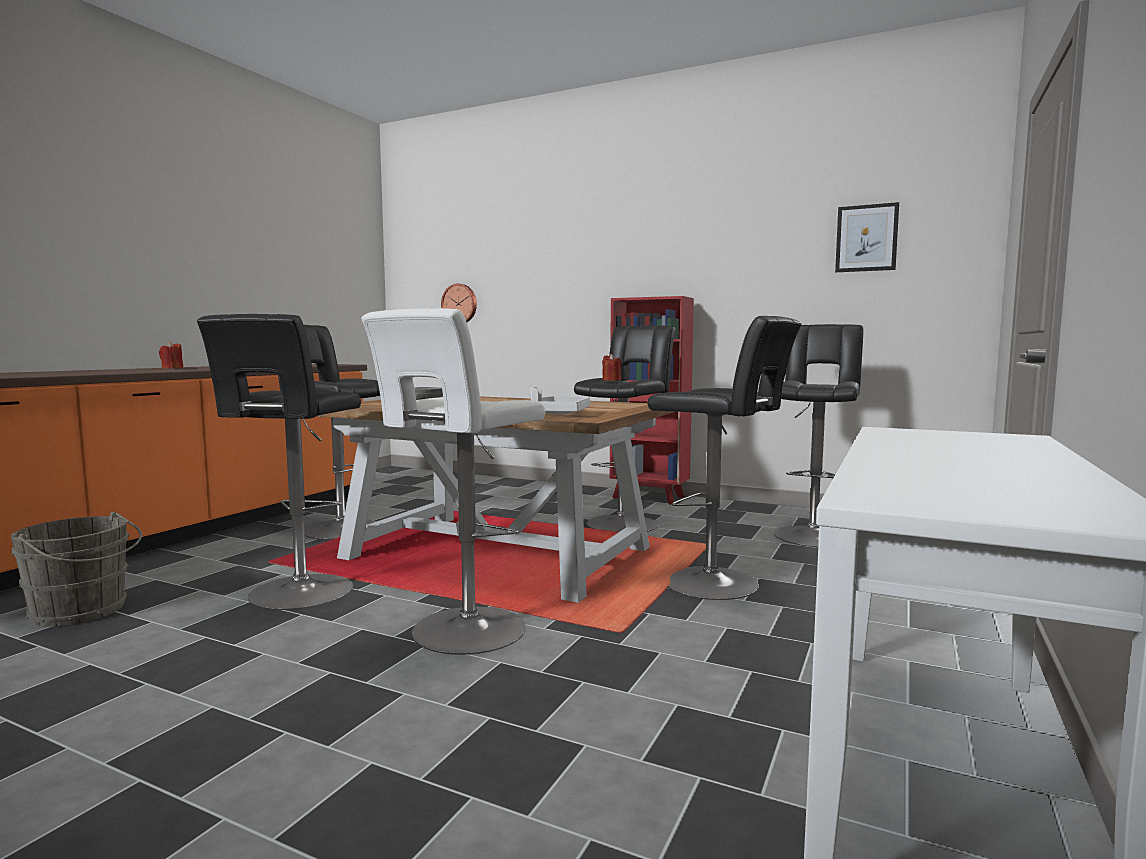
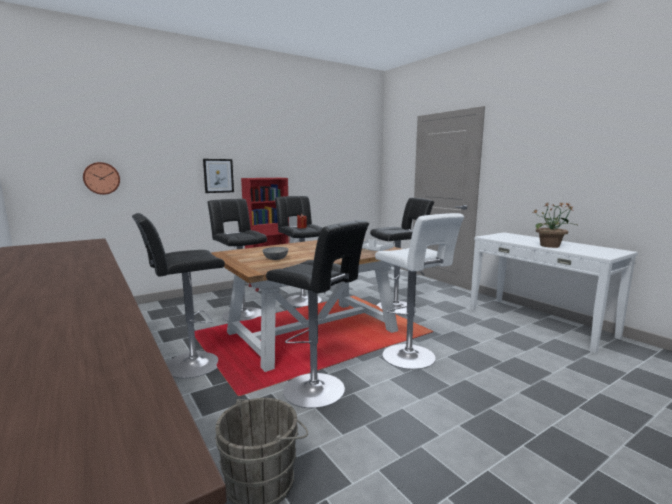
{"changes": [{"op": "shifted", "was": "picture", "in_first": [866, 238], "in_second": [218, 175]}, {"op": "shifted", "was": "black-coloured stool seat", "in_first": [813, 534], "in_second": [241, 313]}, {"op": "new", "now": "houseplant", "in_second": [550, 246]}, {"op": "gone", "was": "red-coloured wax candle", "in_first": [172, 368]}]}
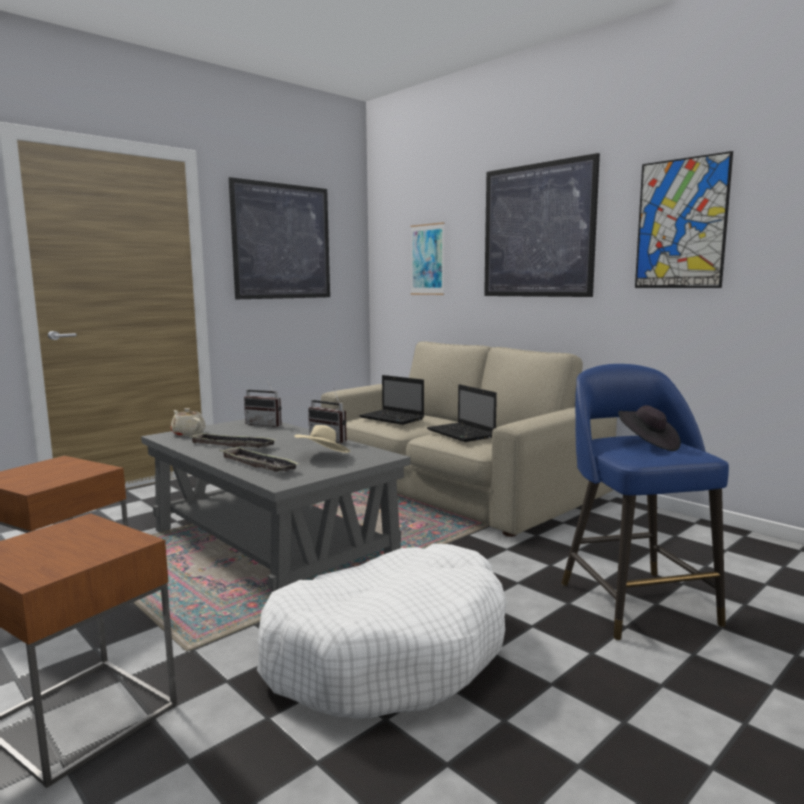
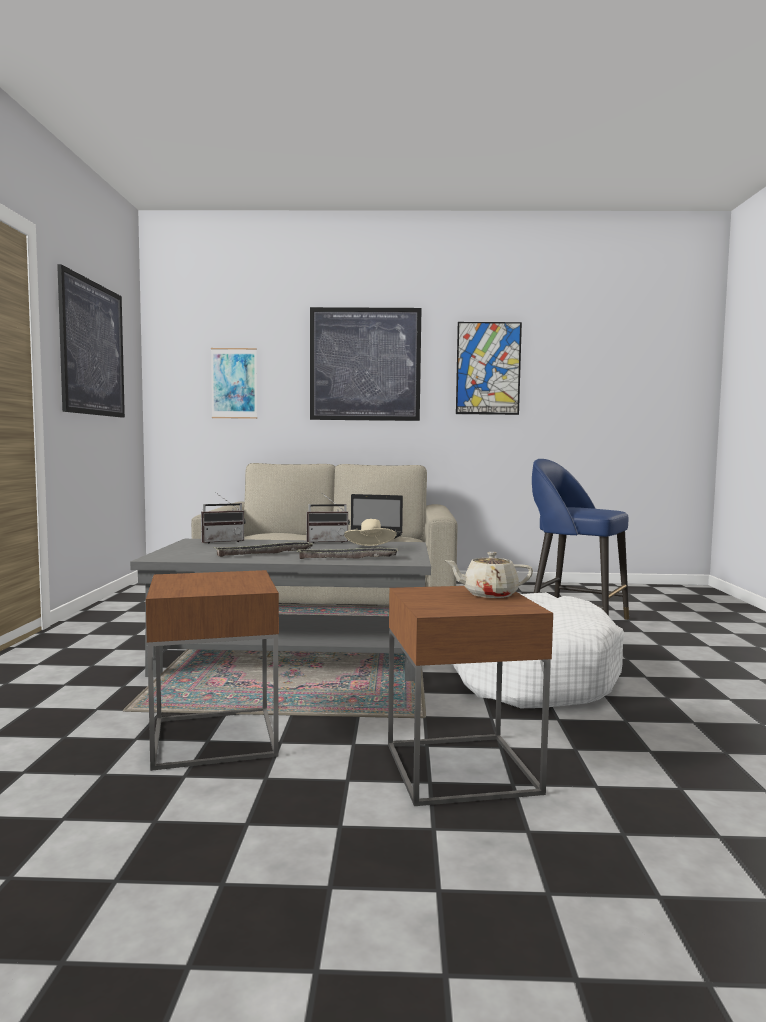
{"changes": [{"op": "shifted", "was": "sand-coloured pot for tea", "in_first": [188, 433], "in_second": [489, 594]}, {"op": "gone", "was": "notebook computer", "in_first": [393, 418]}, {"op": "gone", "was": "black-coloured clothing hat", "in_first": [647, 444]}]}
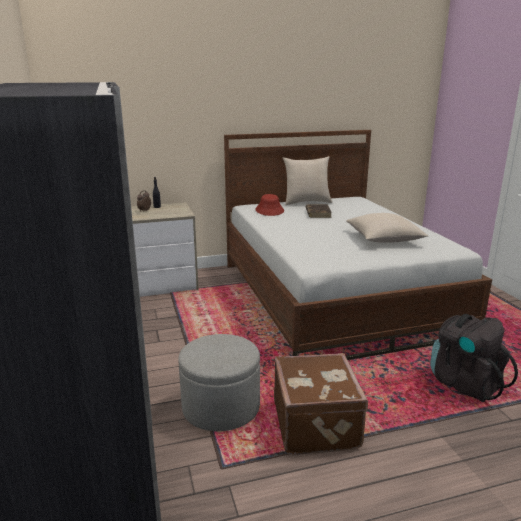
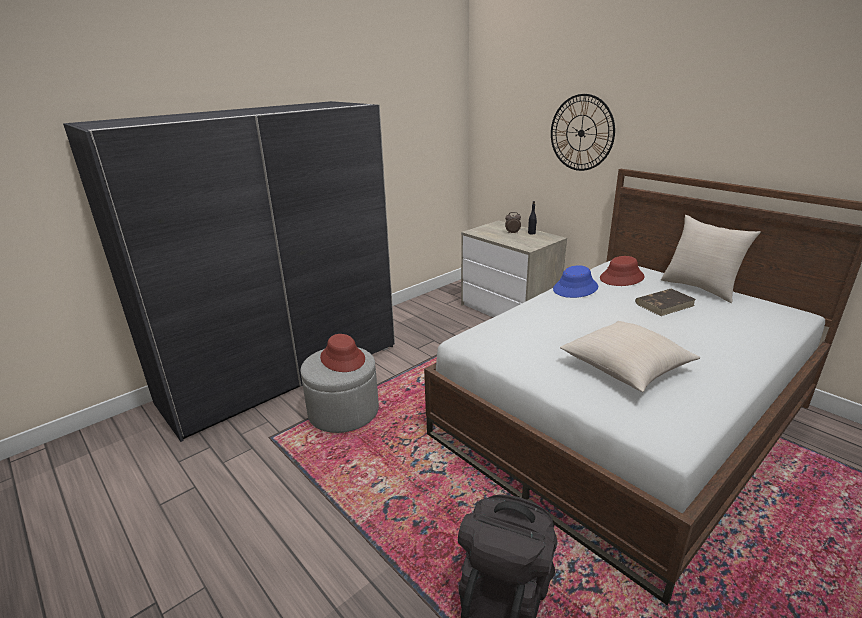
{"changes": [{"op": "new", "now": "red-coloured clothing hat", "in_second": [343, 358]}, {"op": "new", "now": "hanging clock", "in_second": [581, 133]}, {"op": "new", "now": "blue clothing hat", "in_second": [575, 288]}, {"op": "gone", "was": "brown piece of luggage", "in_first": [317, 424]}]}
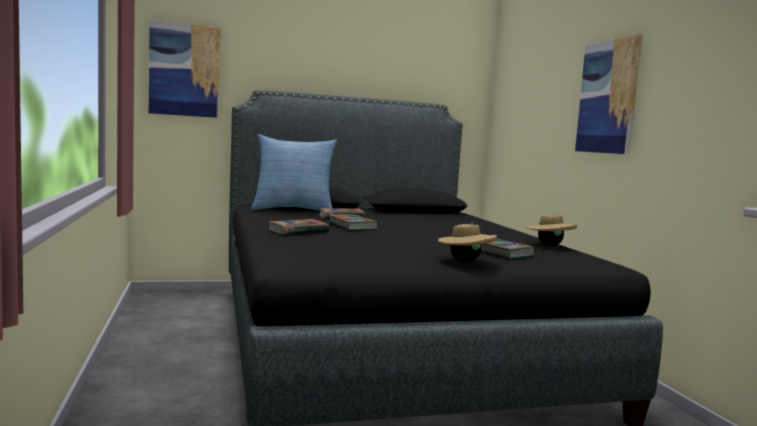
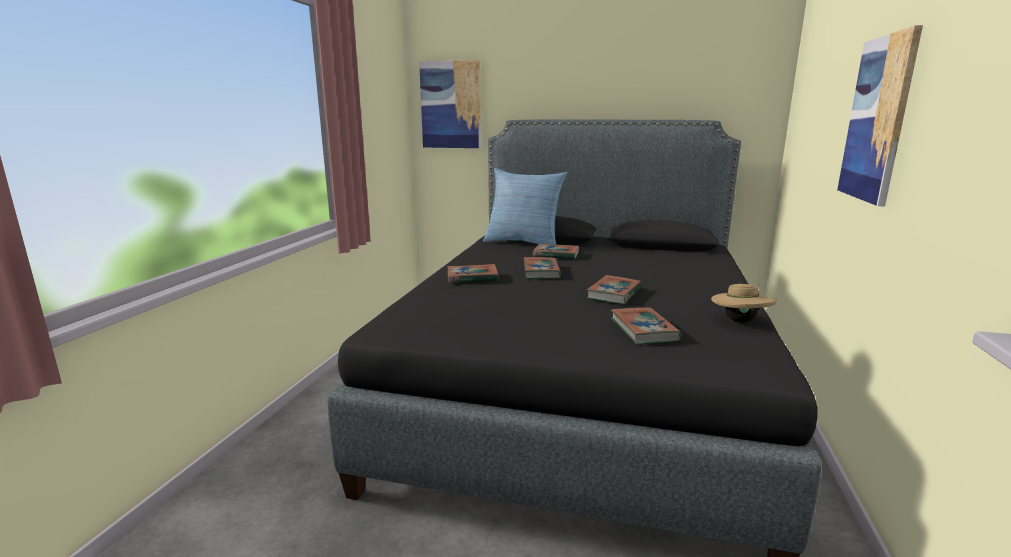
{"changes": [{"op": "new", "now": "volume", "in_second": [614, 293]}, {"op": "gone", "was": "sand-coloured clothing hat", "in_first": [465, 261]}]}
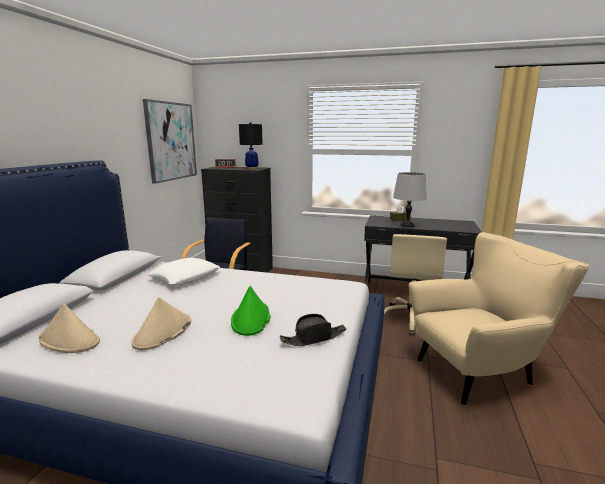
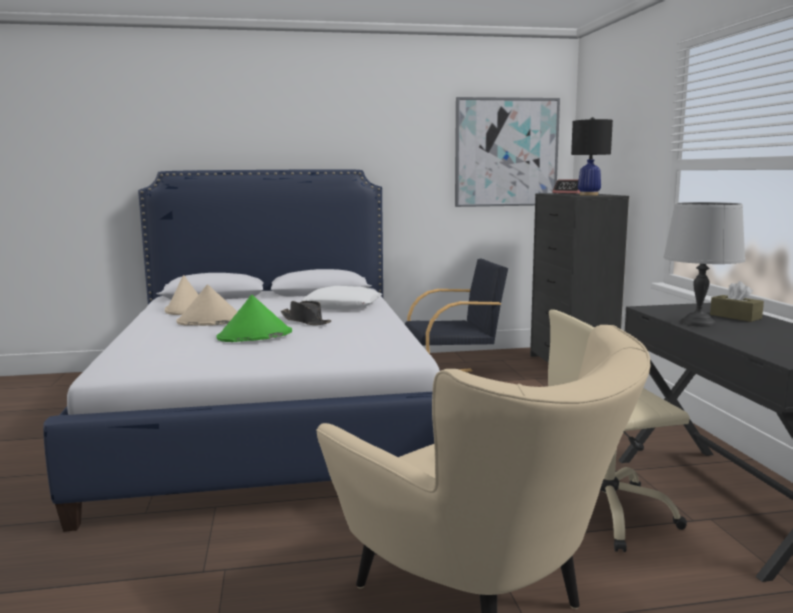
{"changes": [{"op": "shifted", "was": "black-coloured clothing hat", "in_first": [314, 338], "in_second": [305, 321]}]}
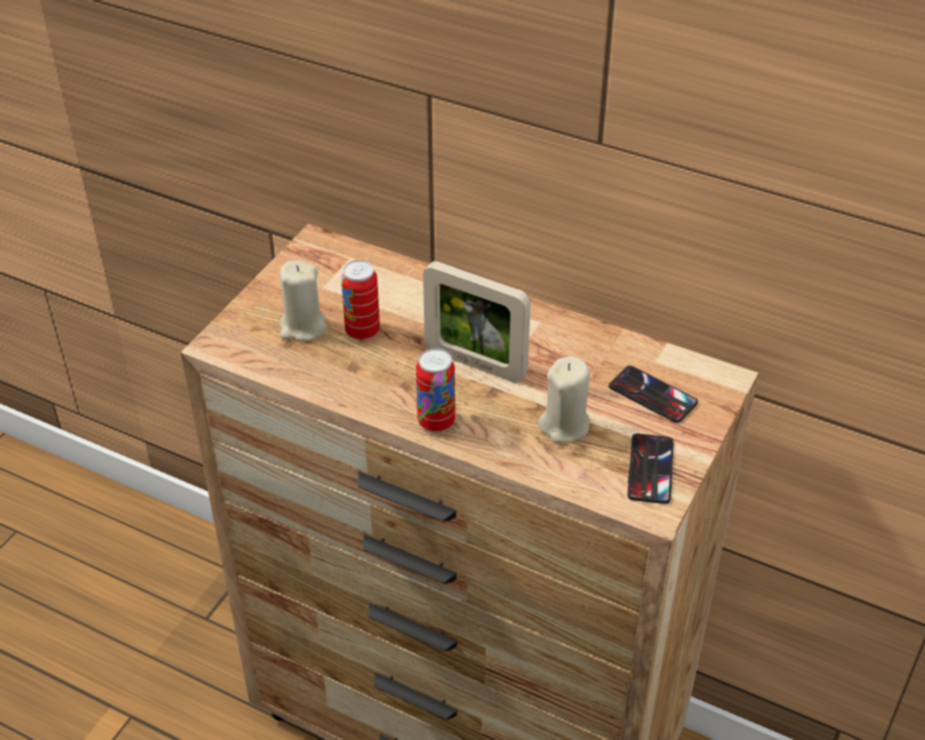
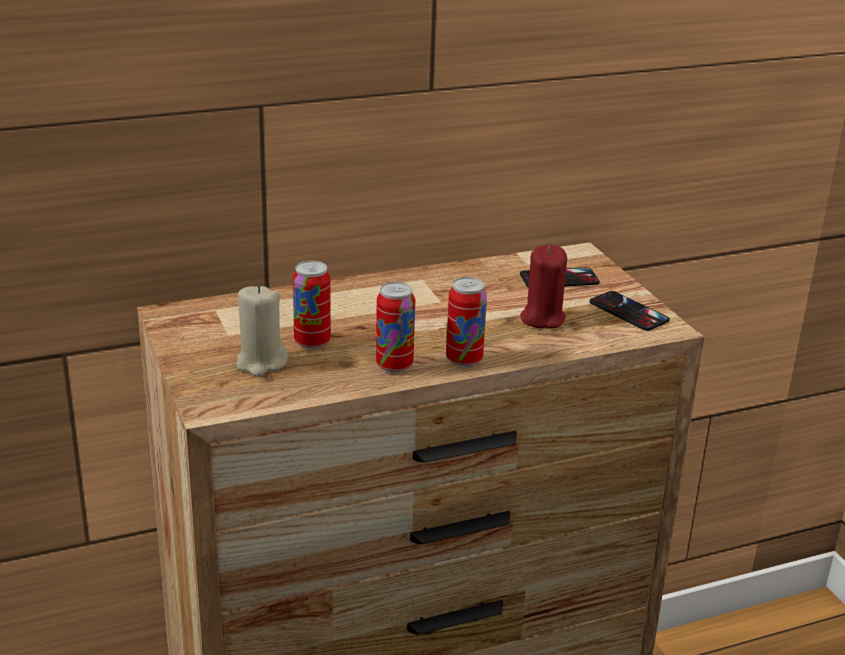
{"changes": [{"op": "new", "now": "can", "in_second": [394, 365]}, {"op": "repainted", "was": "sand-coloured wax candle", "now": "red-coloured wax candle", "in_first": [565, 425], "in_second": [542, 318]}, {"op": "gone", "was": "standing frame", "in_first": [475, 363]}]}
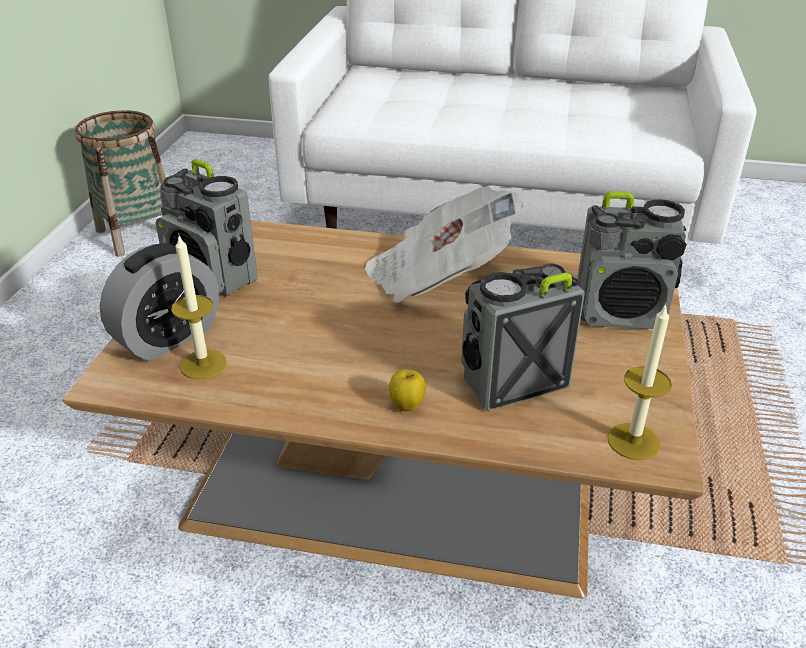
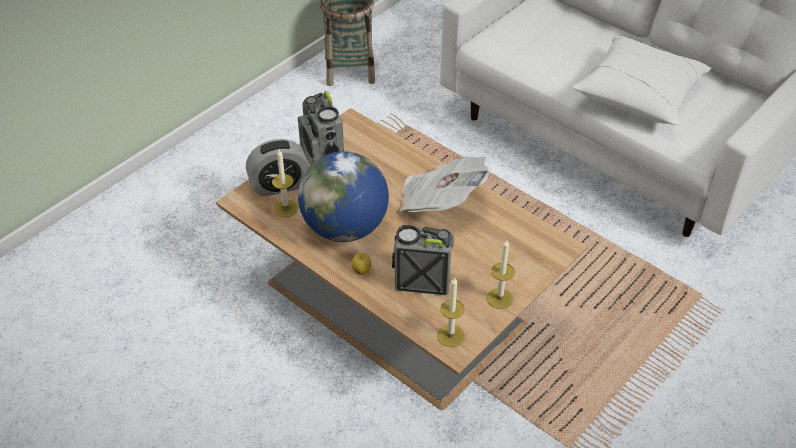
{"changes": [{"op": "new", "now": "globe", "in_second": [345, 227]}, {"op": "new", "now": "wax candle", "in_second": [499, 298]}, {"op": "new", "now": "whitish cushion", "in_second": [639, 94]}, {"op": "gone", "was": "radio receiver", "in_first": [621, 313]}]}
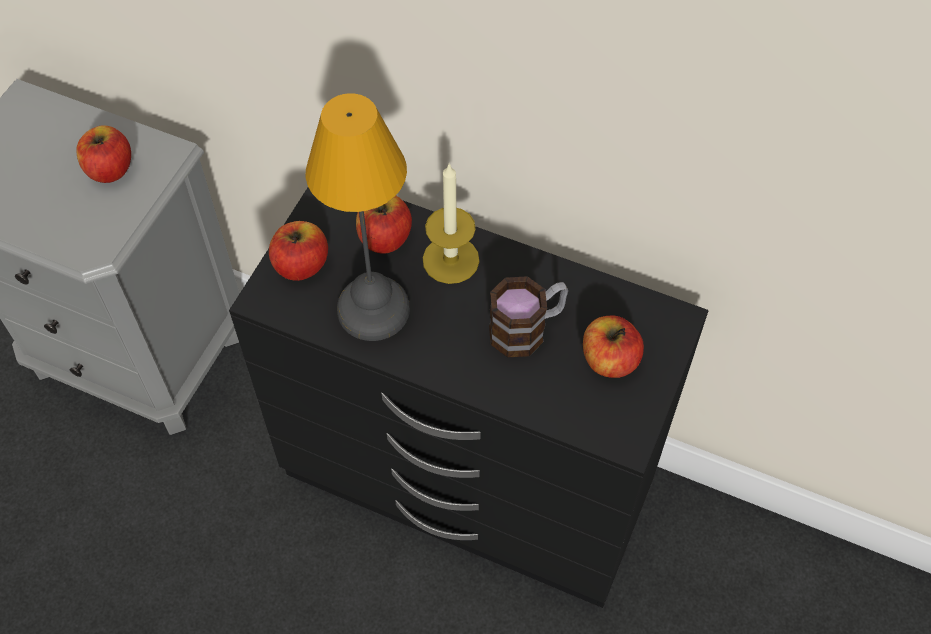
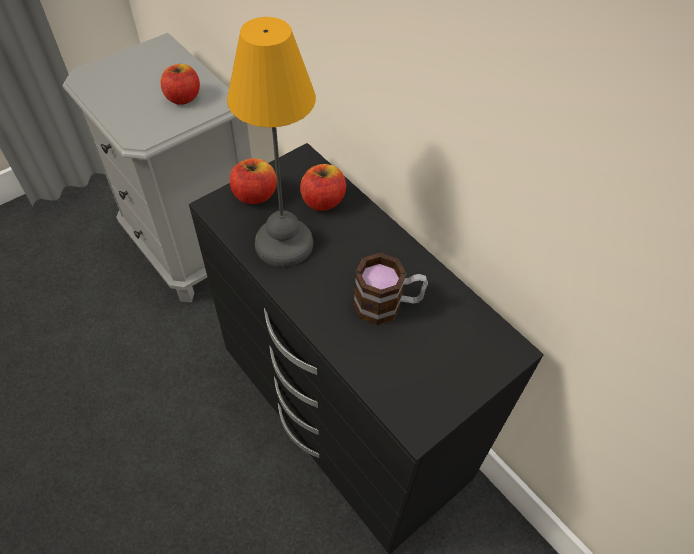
{"changes": [{"op": "gone", "was": "wax candle", "in_first": [451, 260]}, {"op": "gone", "was": "apple", "in_first": [609, 360]}]}
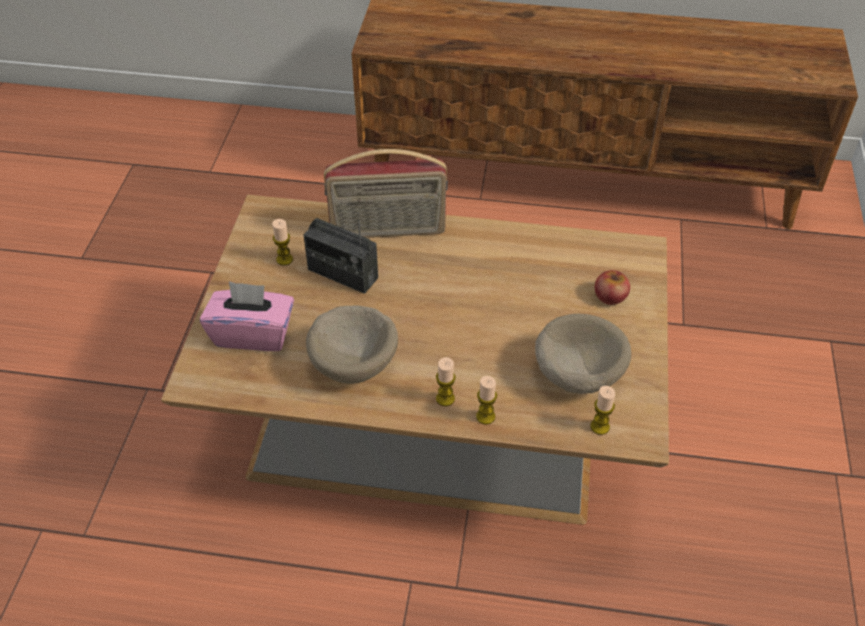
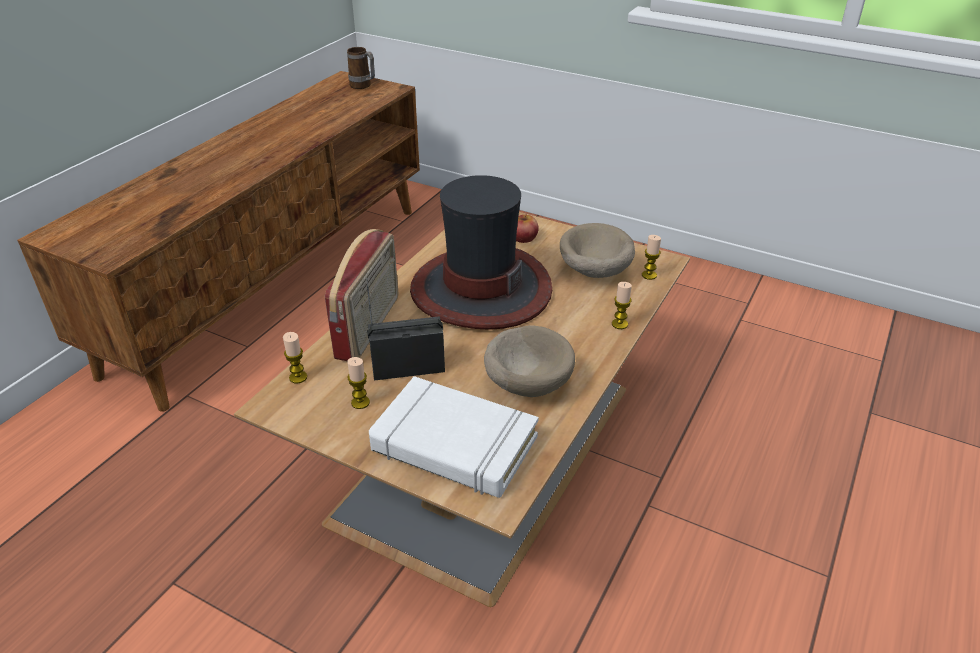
{"changes": [{"op": "shifted", "was": "wax candle", "in_first": [445, 399], "in_second": [298, 377]}, {"op": "new", "now": "coffee mug", "in_second": [363, 86]}, {"op": "rotated", "was": "radio receiver", "in_first": [342, 274], "in_second": [408, 367], "clockwise": -150}, {"op": "swapped", "was": "pink tissue box", "now": "whitish volume", "in_first": [253, 334], "in_second": [454, 444]}, {"op": "new", "now": "clothing hat", "in_second": [480, 289]}]}
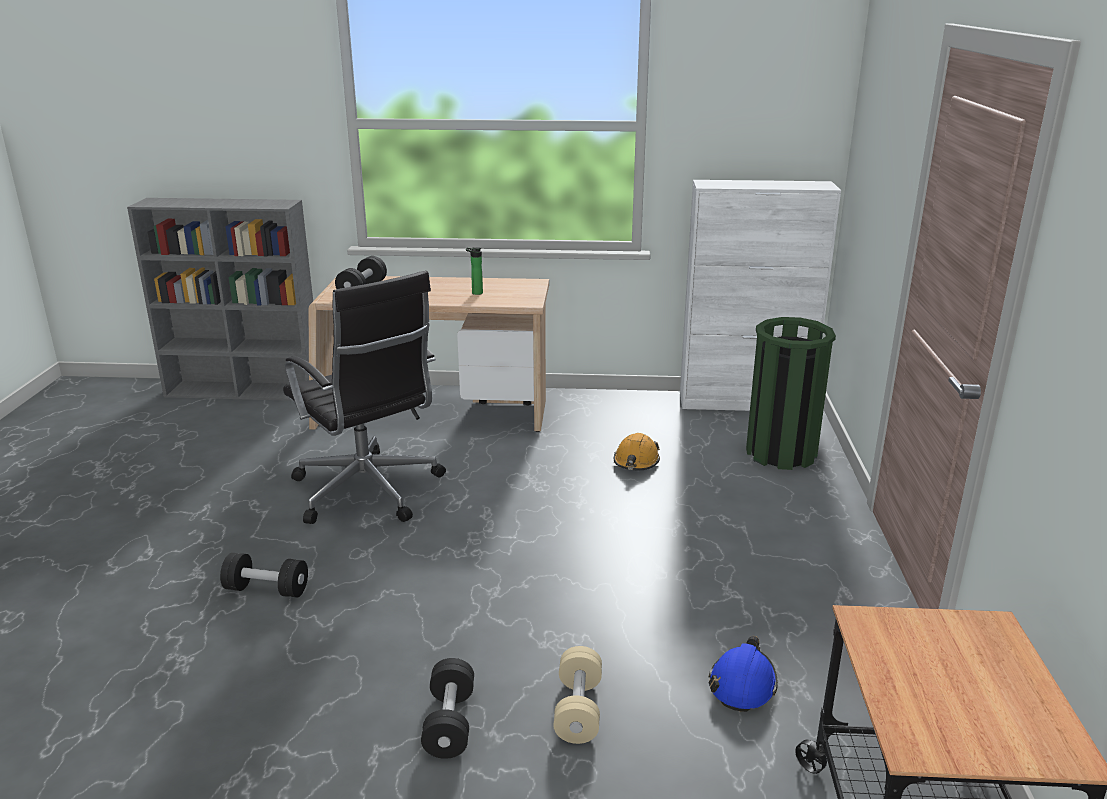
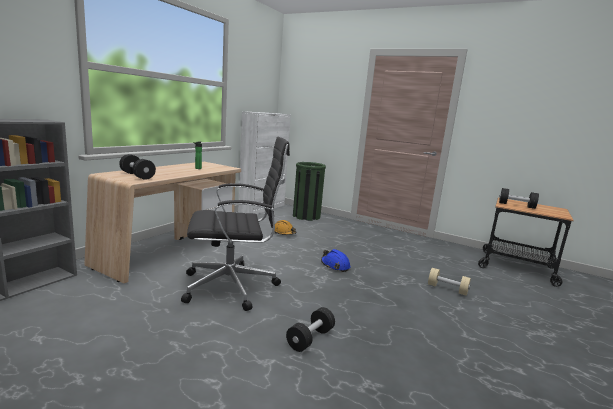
{"changes": [{"op": "shifted", "was": "blue hard hat", "in_first": [742, 684], "in_second": [335, 265]}, {"op": "shifted", "was": "black-coloured hand weight", "in_first": [449, 723], "in_second": [516, 205]}]}
